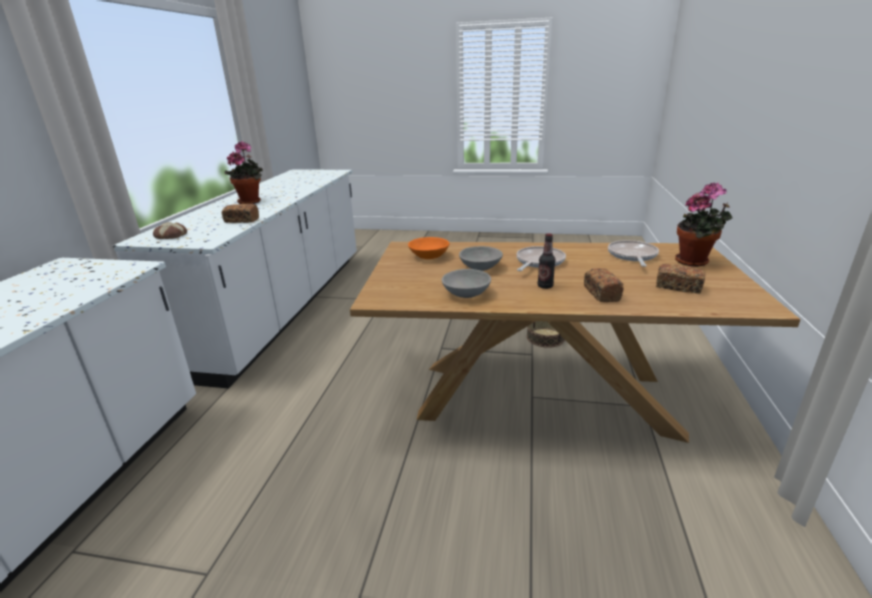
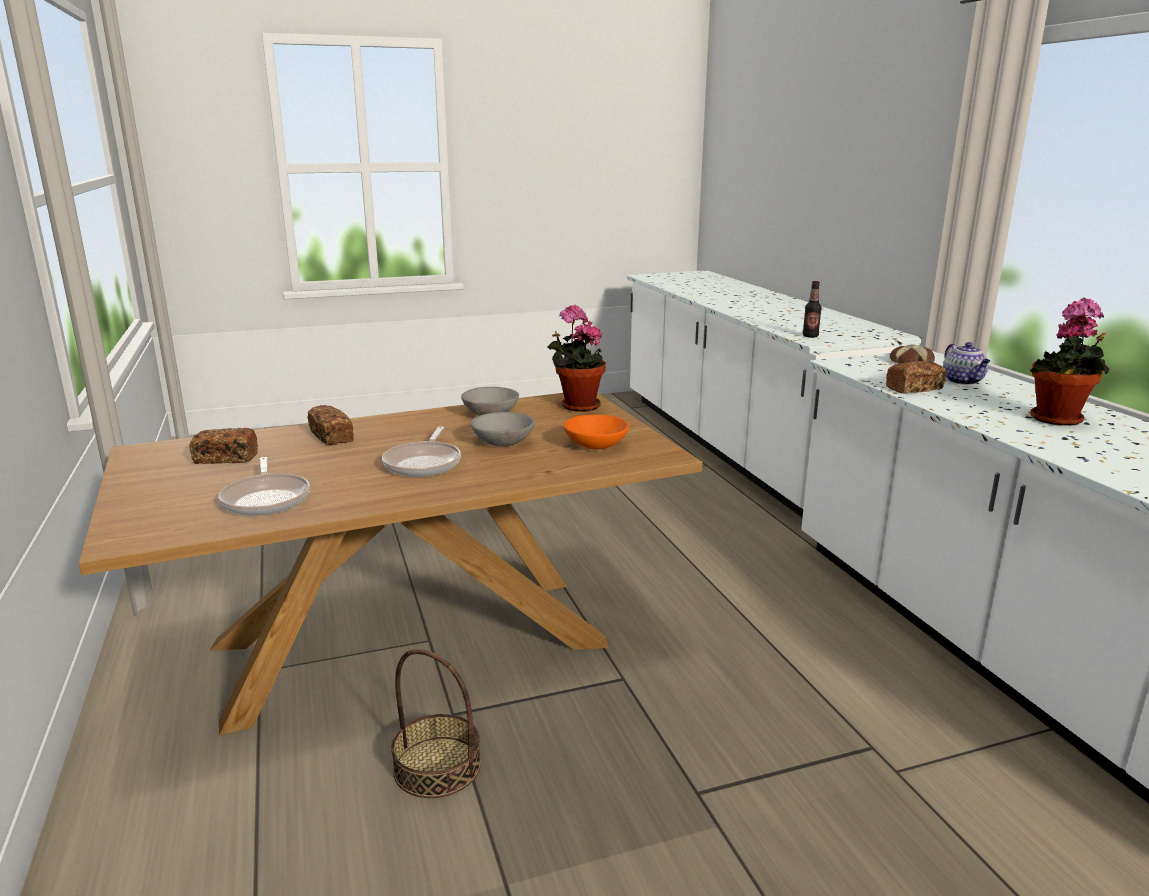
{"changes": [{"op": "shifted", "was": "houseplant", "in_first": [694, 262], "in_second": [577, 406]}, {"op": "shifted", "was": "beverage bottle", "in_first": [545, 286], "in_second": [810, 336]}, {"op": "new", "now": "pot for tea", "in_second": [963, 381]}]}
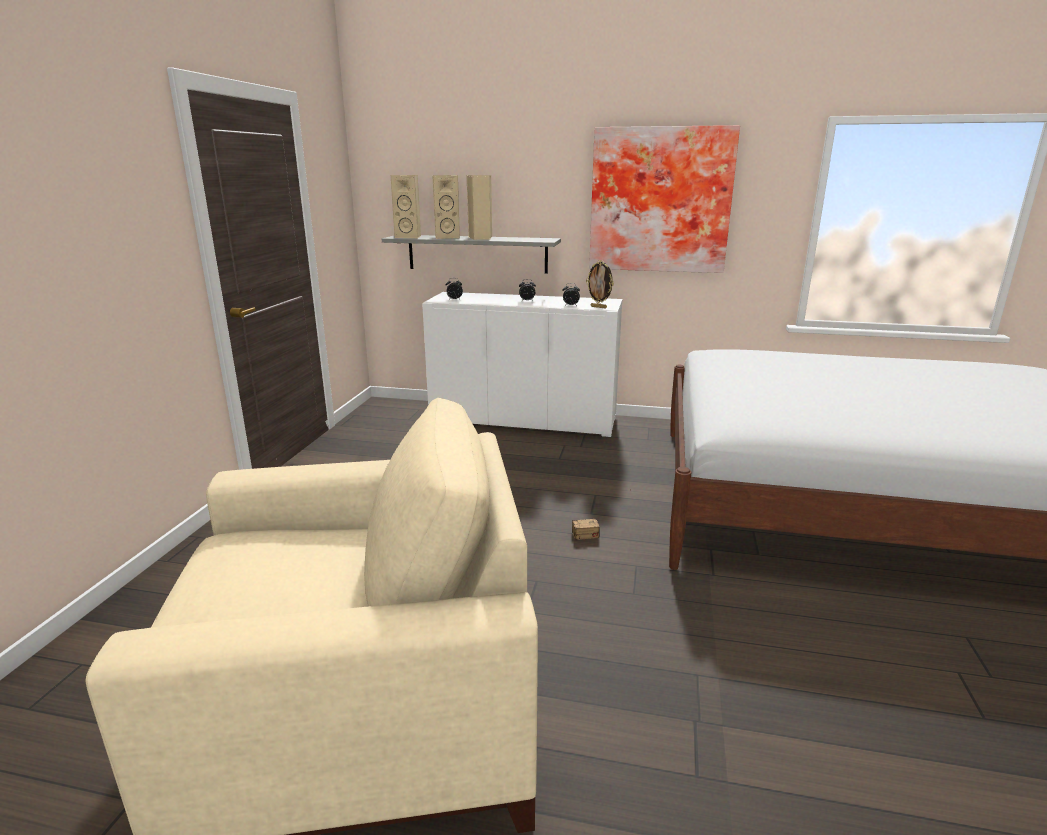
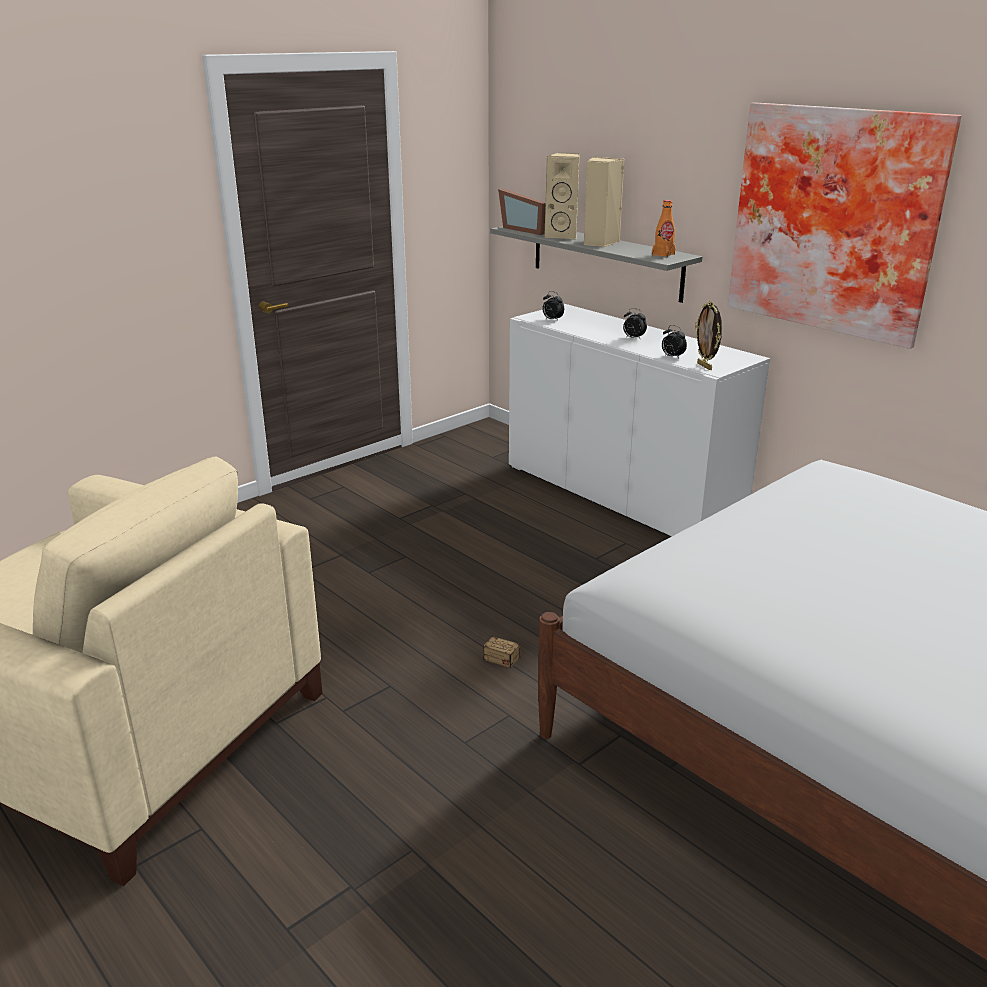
{"changes": [{"op": "swapped", "was": "sand-coloured audio speaker", "now": "standing frame", "in_first": [410, 237], "in_second": [525, 229]}, {"op": "new", "now": "orangey beverage bottle", "in_second": [663, 254]}]}
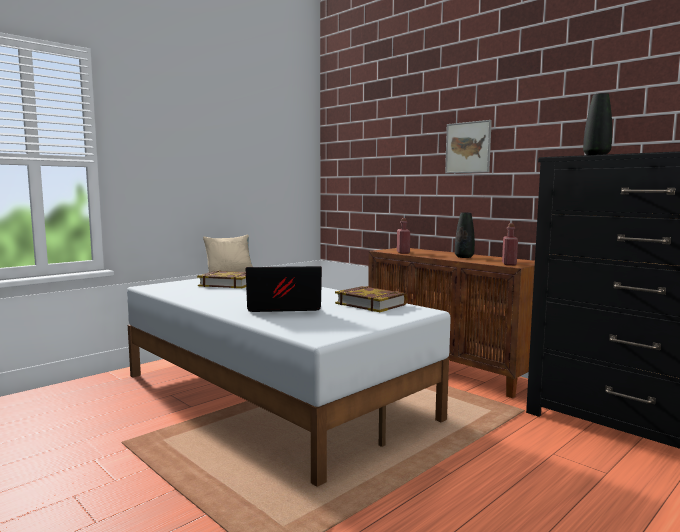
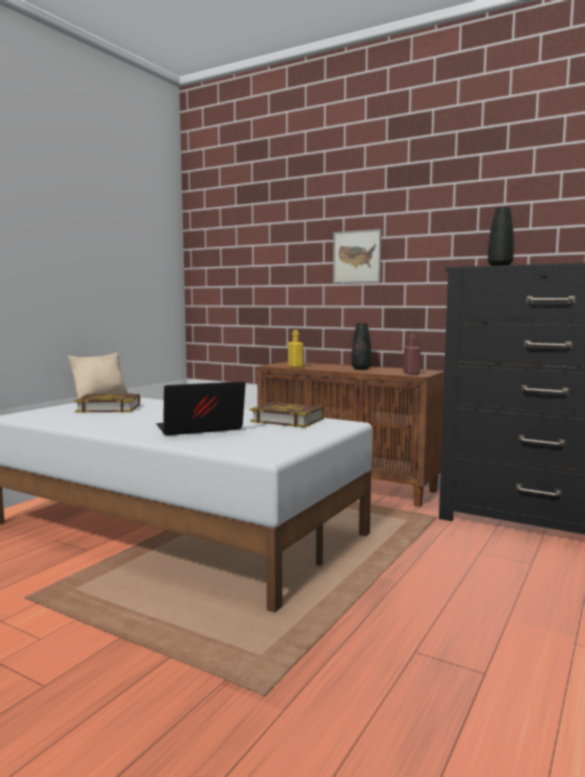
{"changes": [{"op": "repainted", "was": "red-coloured beverage bottle", "now": "yellow beverage bottle", "in_first": [403, 252], "in_second": [295, 366]}]}
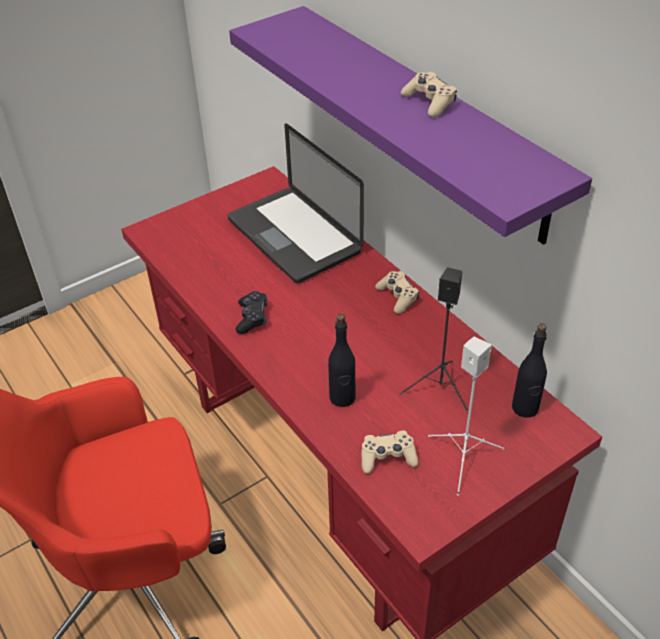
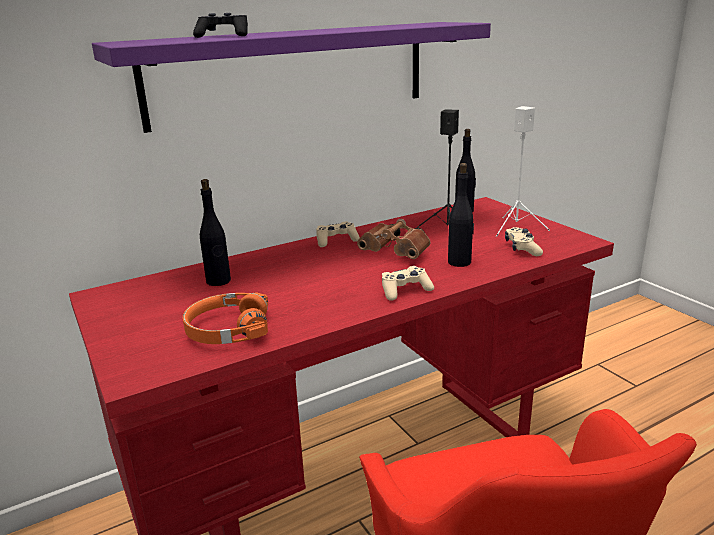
{"changes": [{"op": "new", "now": "orangey headphones", "in_second": [227, 330]}, {"op": "shifted", "was": "black-coloured game controller", "in_first": [252, 318], "in_second": [223, 36]}, {"op": "swapped", "was": "notebook computer", "now": "black-coloured beverage bottle", "in_first": [293, 236], "in_second": [218, 281]}, {"op": "new", "now": "brown pair of binoculars", "in_second": [397, 253]}, {"op": "shifted", "was": "sand-coloured game controller", "in_first": [429, 102], "in_second": [405, 290]}]}
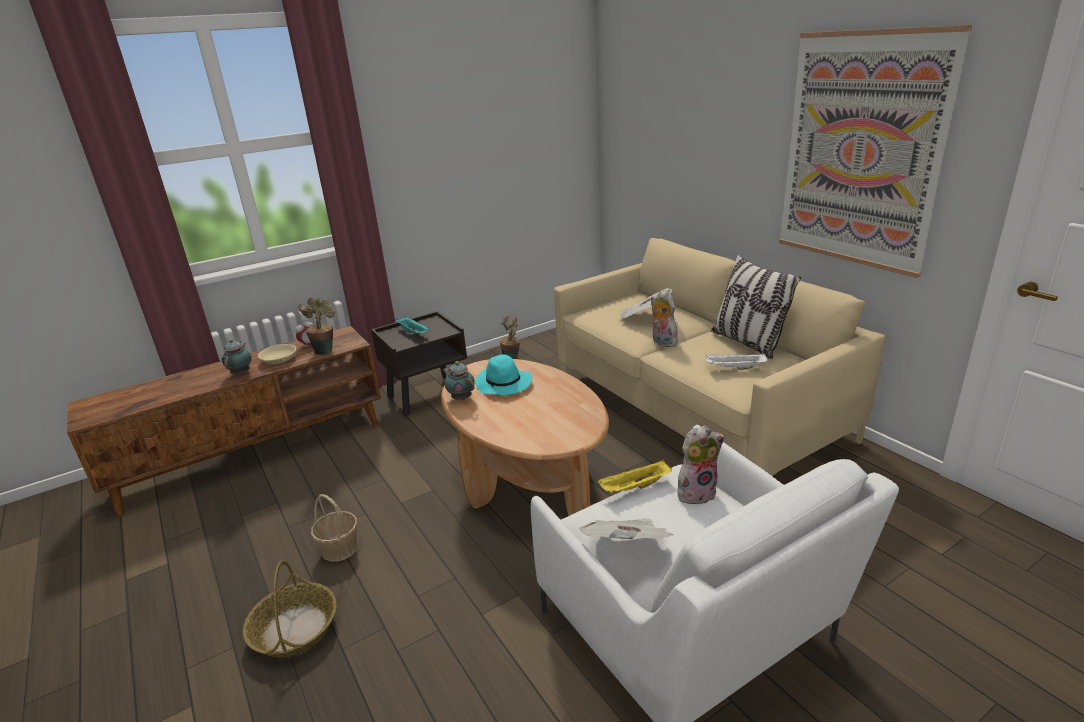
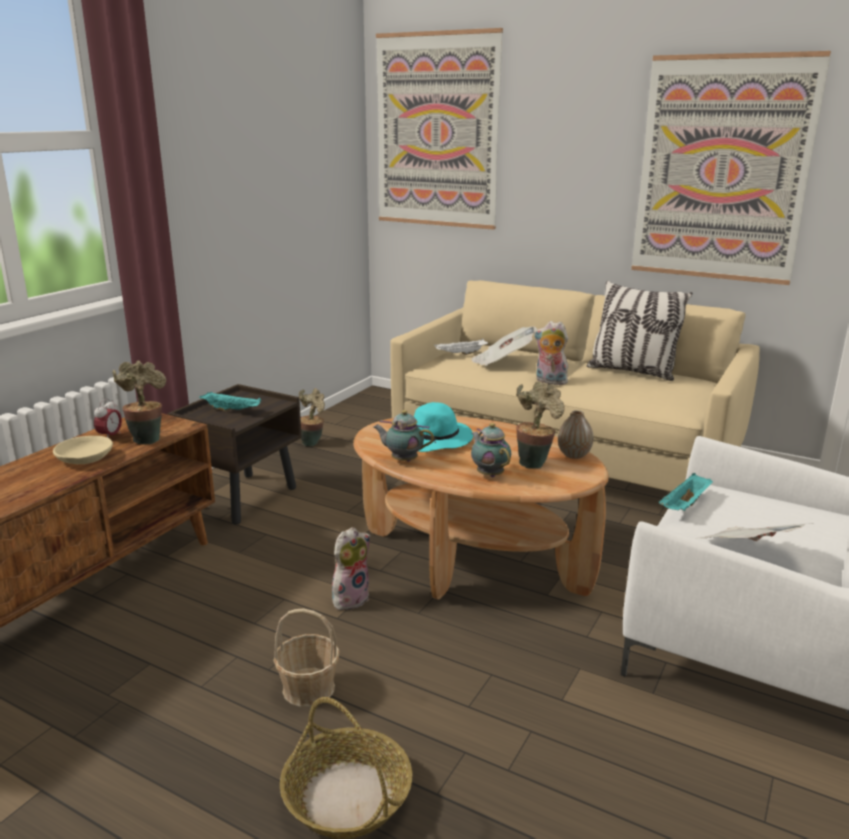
{"changes": [{"op": "shifted", "was": "soft toy", "in_first": [696, 492], "in_second": [350, 598]}, {"op": "new", "now": "picture", "in_second": [437, 131]}, {"op": "shifted", "was": "whitish carrying tray", "in_first": [734, 368], "in_second": [461, 354]}, {"op": "shifted", "was": "pot for tea", "in_first": [242, 373], "in_second": [489, 474]}, {"op": "new", "now": "houseplant", "in_second": [534, 462]}, {"op": "new", "now": "flower vase", "in_second": [574, 455]}, {"op": "repainted", "was": "yellow carrying tray", "now": "blue-green carrying tray", "in_first": [635, 488], "in_second": [685, 506]}]}
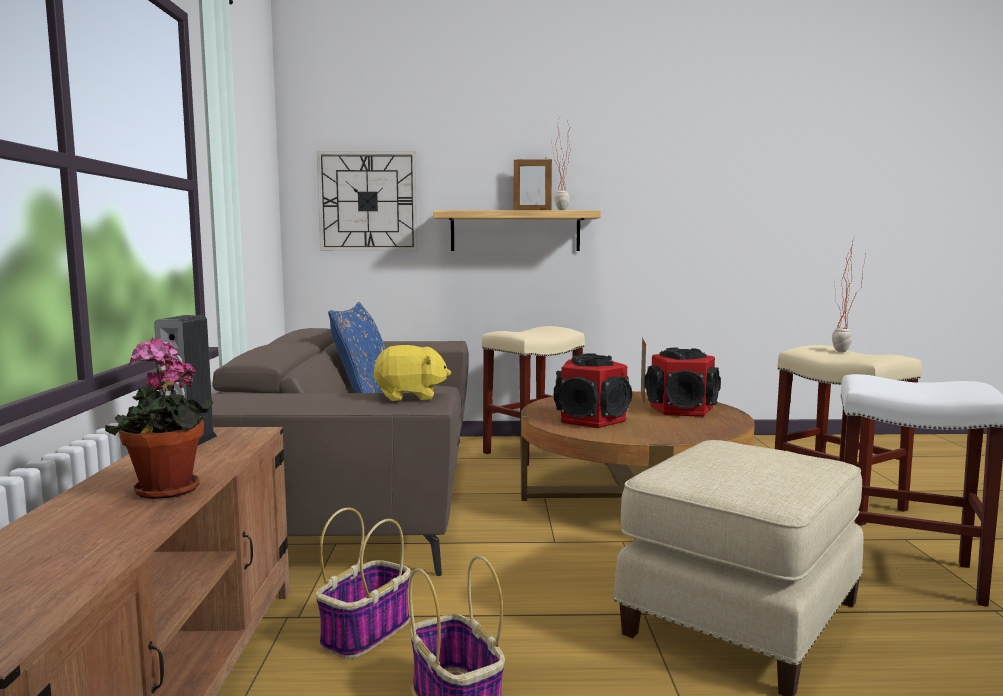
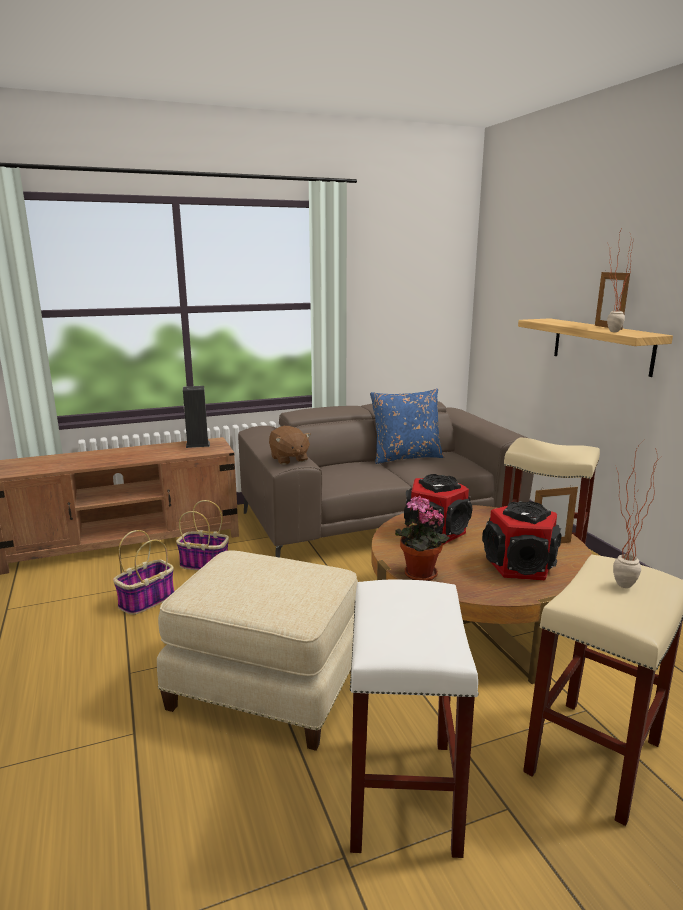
{"changes": [{"op": "repainted", "was": "yellow soft toy", "now": "brown soft toy", "in_first": [410, 396], "in_second": [289, 459]}, {"op": "shifted", "was": "houseplant", "in_first": [166, 492], "in_second": [418, 575]}, {"op": "gone", "was": "hanging clock", "in_first": [368, 201]}]}
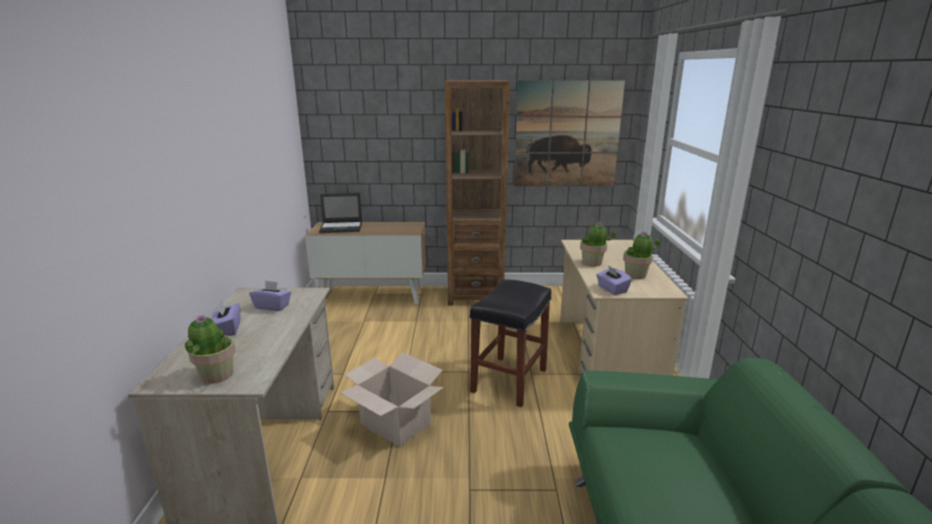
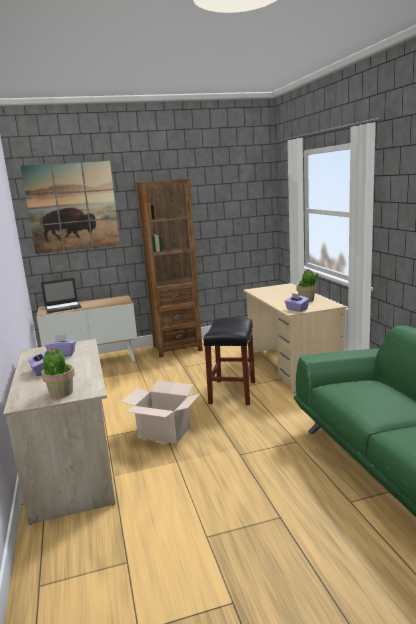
{"changes": [{"op": "shifted", "was": "picture", "in_first": [567, 134], "in_second": [72, 207]}, {"op": "gone", "was": "houseplant", "in_first": [592, 263]}]}
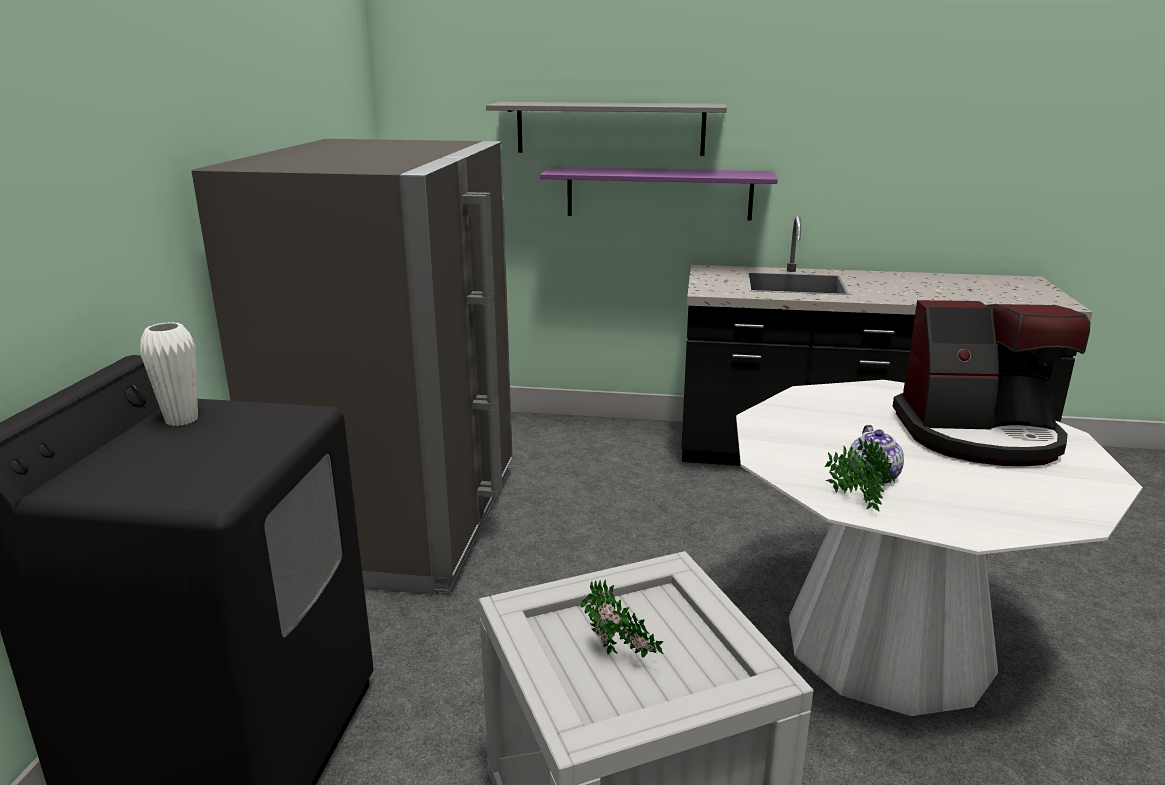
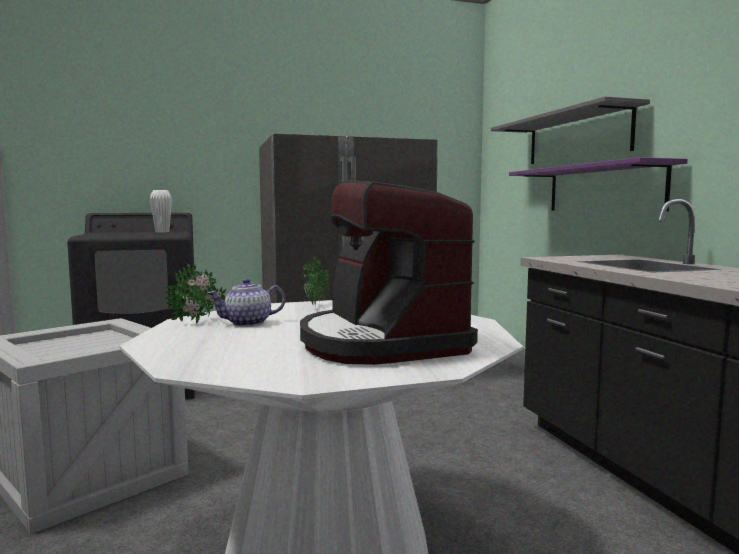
{"changes": [{"op": "shifted", "was": "houseplant", "in_first": [619, 656], "in_second": [314, 306]}]}
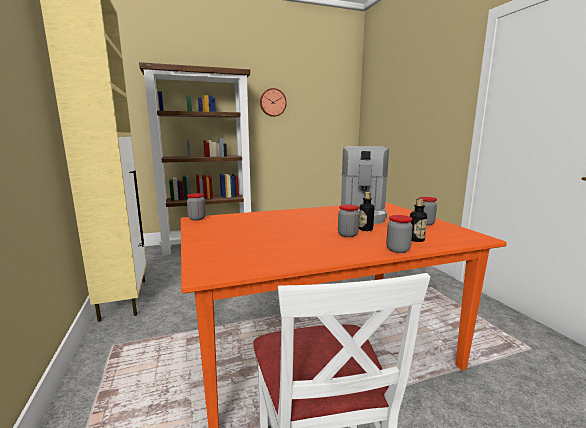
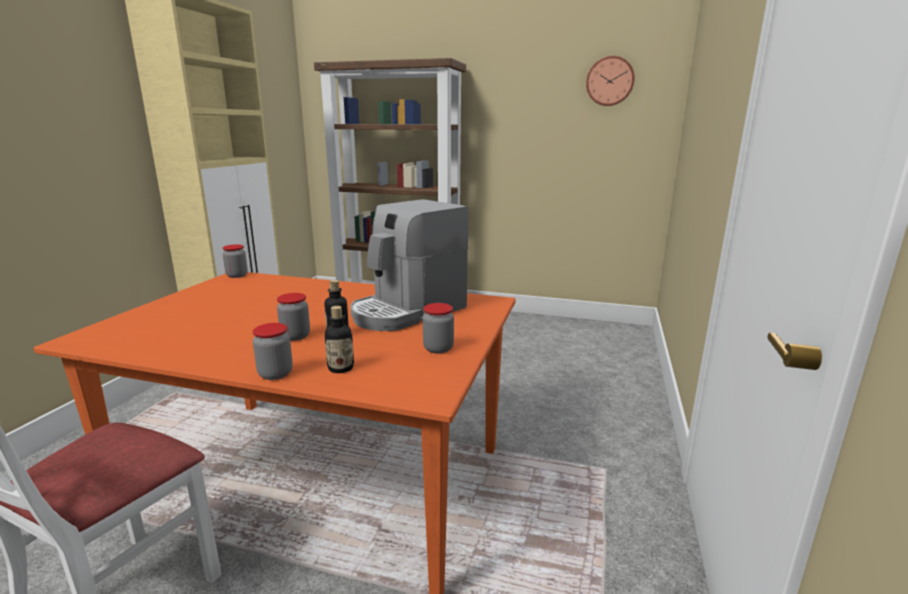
{"changes": [{"op": "shifted", "was": "hanging clock", "in_first": [272, 102], "in_second": [609, 81]}]}
